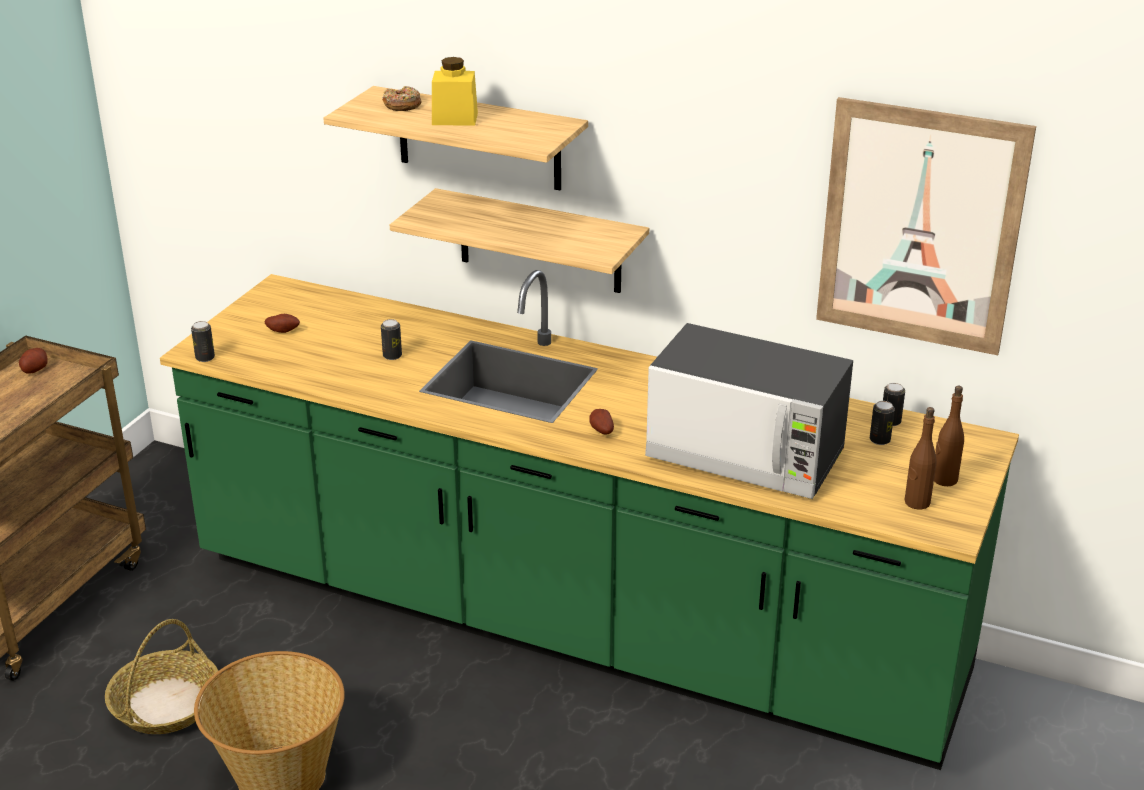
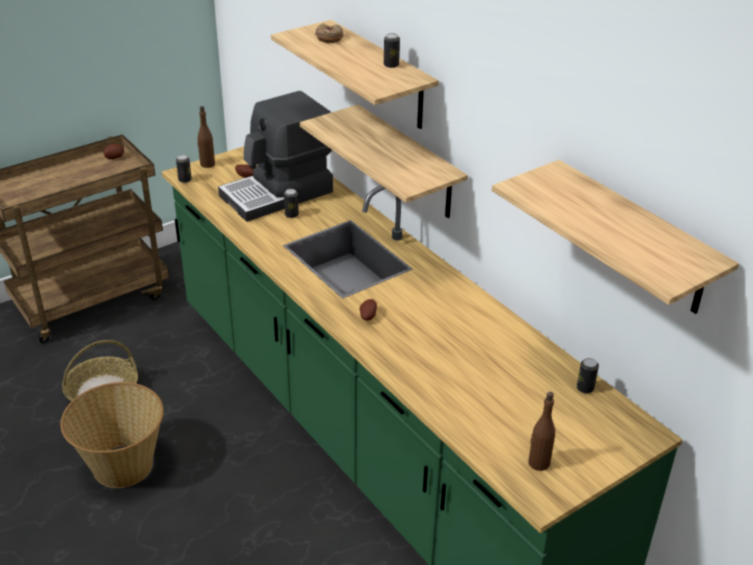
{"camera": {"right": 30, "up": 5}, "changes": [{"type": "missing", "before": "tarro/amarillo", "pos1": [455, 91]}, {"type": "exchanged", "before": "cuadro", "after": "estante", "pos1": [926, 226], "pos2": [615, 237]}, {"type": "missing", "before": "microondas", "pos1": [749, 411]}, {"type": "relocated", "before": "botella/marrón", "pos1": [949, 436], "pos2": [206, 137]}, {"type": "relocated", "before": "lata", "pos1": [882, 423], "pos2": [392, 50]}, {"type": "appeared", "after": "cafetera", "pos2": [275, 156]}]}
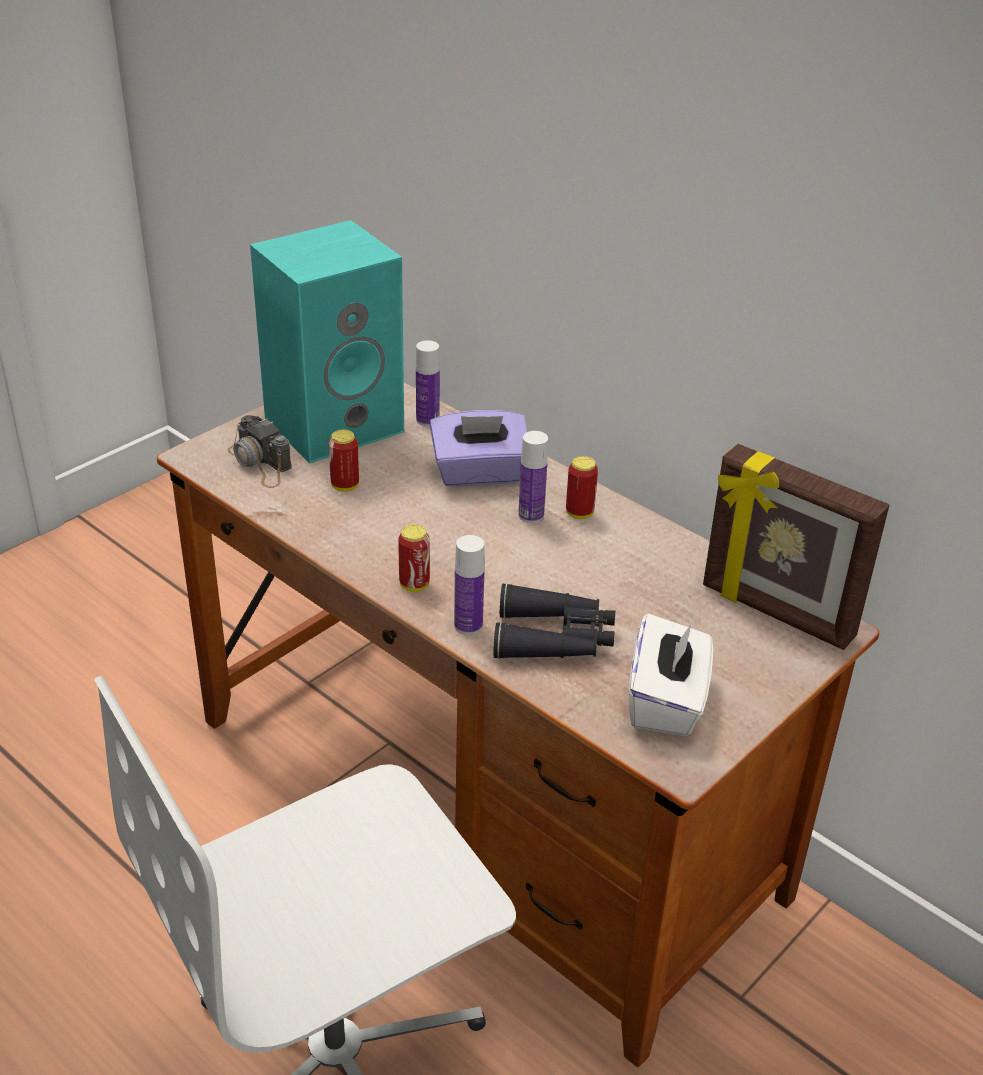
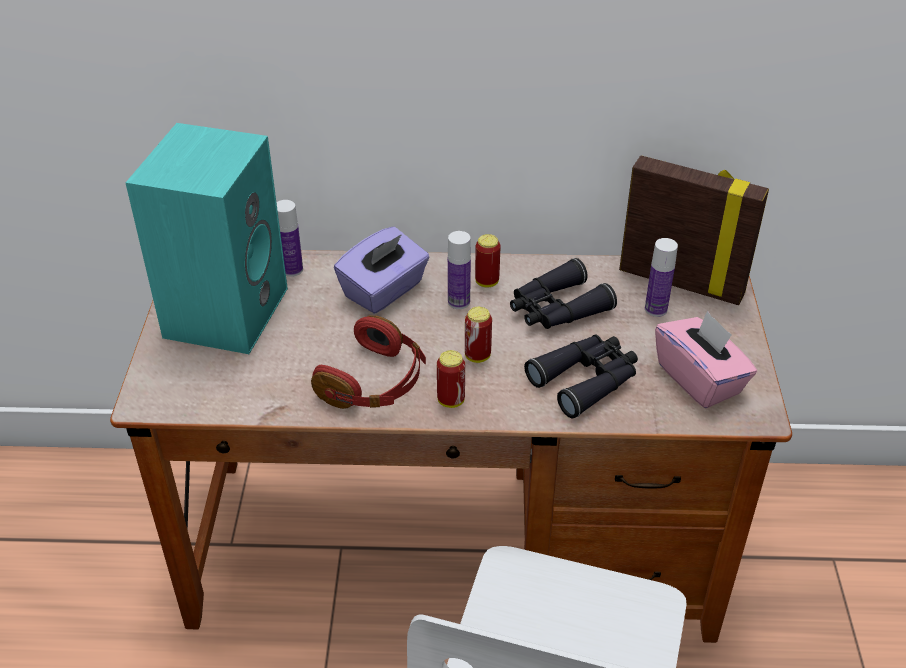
{"camera": {"right": -40, "up": 5}, "changes": [{"type": "missing", "before": "cámara", "pos1": [259, 451]}, {"type": "relocated", "before": "lata", "pos1": [344, 460], "pos2": [478, 335]}, {"type": "spun", "before": "portarretratos", "pos1": [796, 547], "pos2": [694, 230], "turn": -150}, {"type": "relocated", "before": "botella", "pos1": [469, 585], "pos2": [661, 277]}, {"type": "colour", "before": "caja de pañuelos/blanco", "after": "caja de pañuelos/rosa", "pos1": [671, 674], "pos2": [706, 359]}, {"type": "appeared", "after": "prismáticos/negro", "pos2": [563, 293]}, {"type": "appeared", "after": "auriculares/rojo", "pos2": [368, 362]}]}
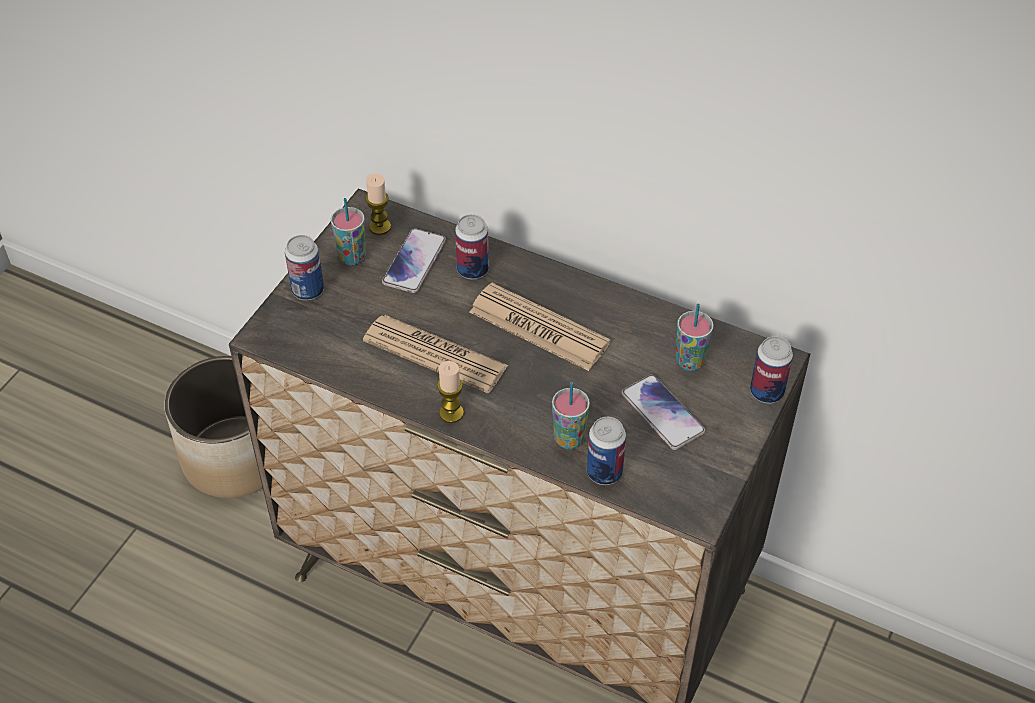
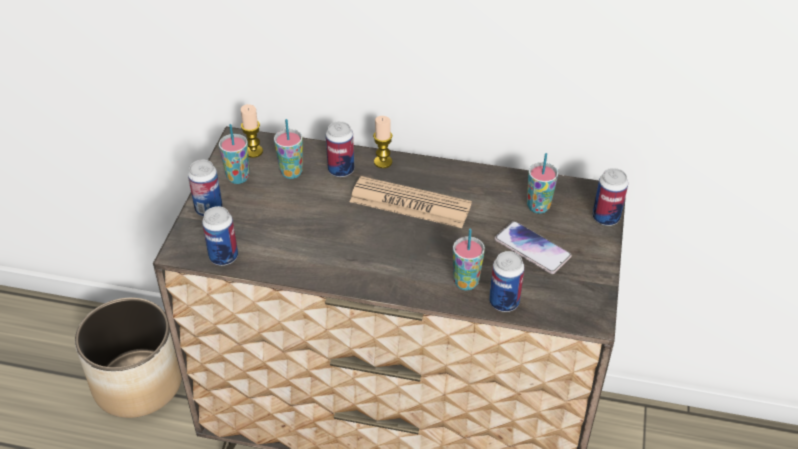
{"camera": {"right": -15, "up": -5}, "changes": [{"type": "exchanged", "before": "móvil", "after": "taza", "pos1": [414, 260], "pos2": [288, 149]}, {"type": "missing", "before": "periódico", "pos1": [435, 354]}, {"type": "relocated", "before": "vela", "pos1": [450, 392], "pos2": [383, 142]}, {"type": "appeared", "after": "lata", "pos2": [220, 236]}]}
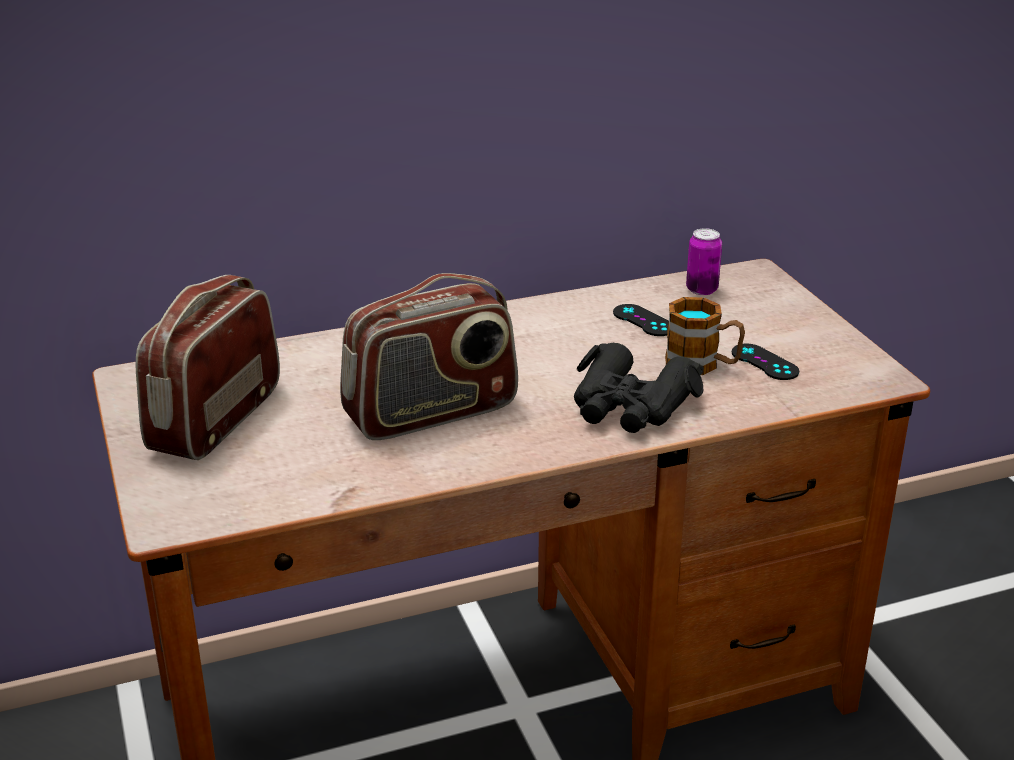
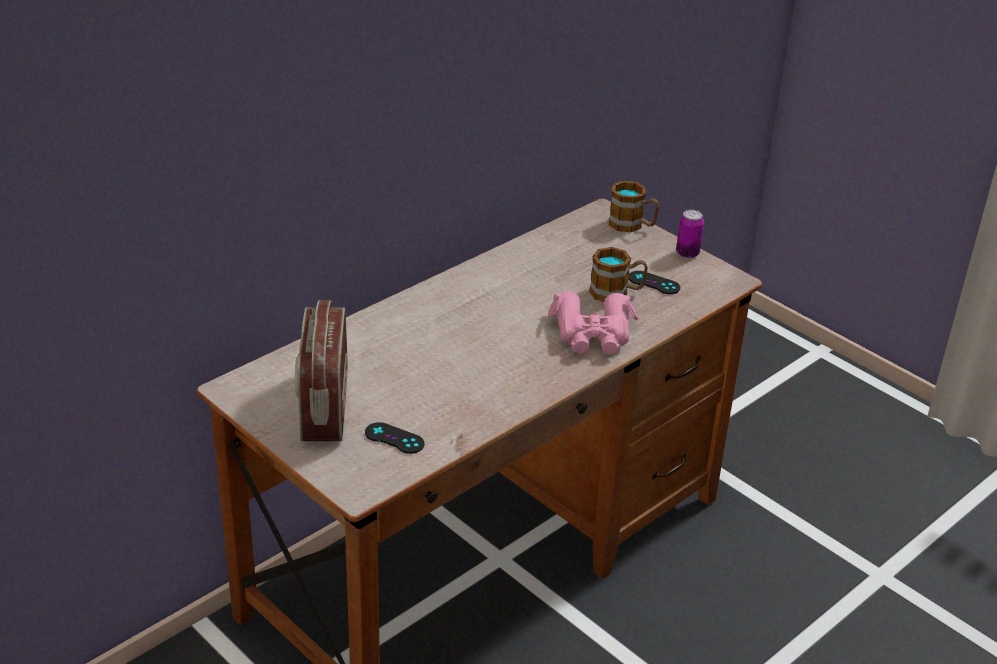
{"camera": {"right": -25, "up": 5}, "changes": [{"type": "relocated", "before": "lata", "pos1": [704, 261], "pos2": [690, 234]}, {"type": "missing", "before": "radio", "pos1": [429, 356]}, {"type": "relocated", "before": "mando de consola/negro", "pos1": [641, 320], "pos2": [395, 438]}, {"type": "colour", "before": "prismáticos/negro", "after": "prismáticos/rosa", "pos1": [639, 388], "pos2": [593, 322]}, {"type": "appeared", "after": "taza grande", "pos2": [634, 206]}]}
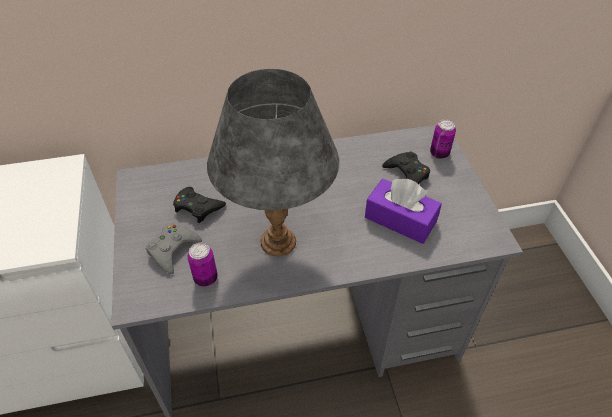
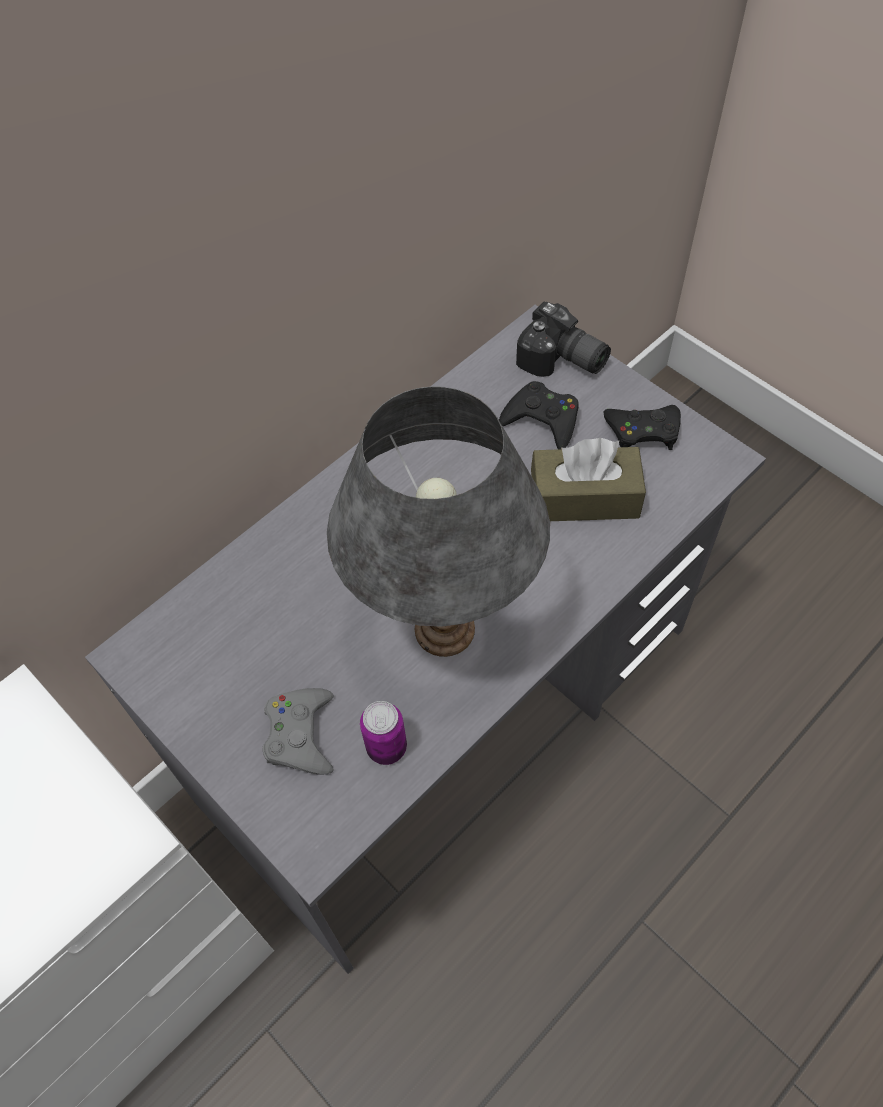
{"camera": {"right": -30, "up": 10}, "changes": [{"type": "exchanged", "before": "lata", "after": "cámara", "pos1": [443, 139], "pos2": [563, 339]}, {"type": "colour", "before": "caja de pañuelos/morado", "after": "caja de pañuelos/marrón", "pos1": [403, 211], "pos2": [588, 479]}, {"type": "relocated", "before": "mando de consola/negro", "pos1": [199, 205], "pos2": [642, 427]}]}
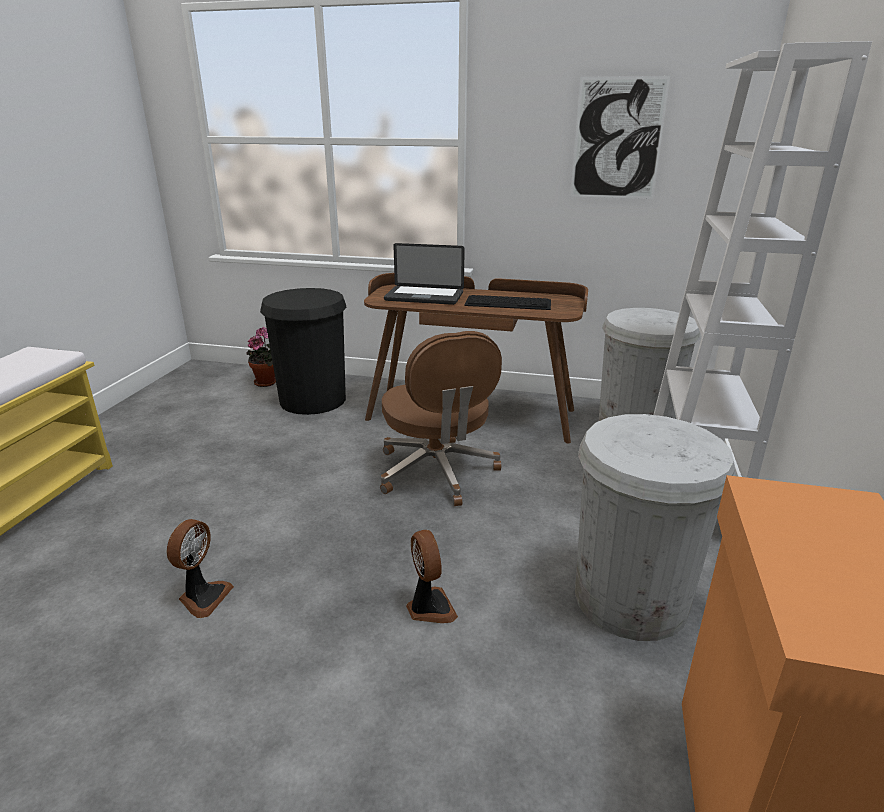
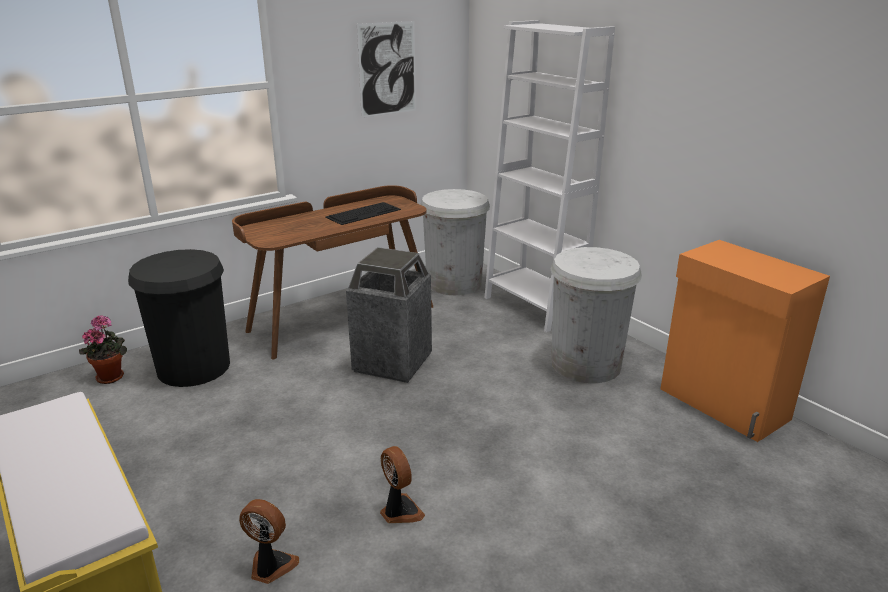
{"camera": {"right": -50, "up": 0}, "changes": [{"type": "missing", "before": "portátil", "pos1": [424, 274]}, {"type": "exchanged", "before": "silla de oficina/marrón", "after": "papelera", "pos1": [441, 418], "pos2": [389, 315]}, {"type": "relocated", "before": "ventilador", "pos1": [432, 576], "pos2": [269, 541]}]}
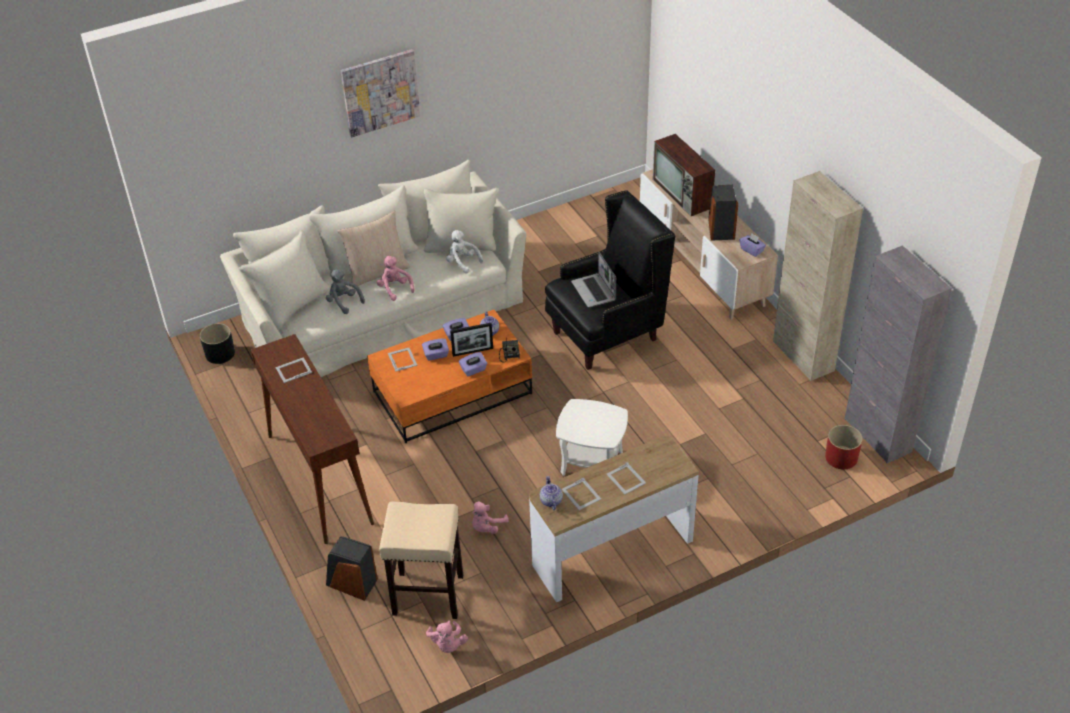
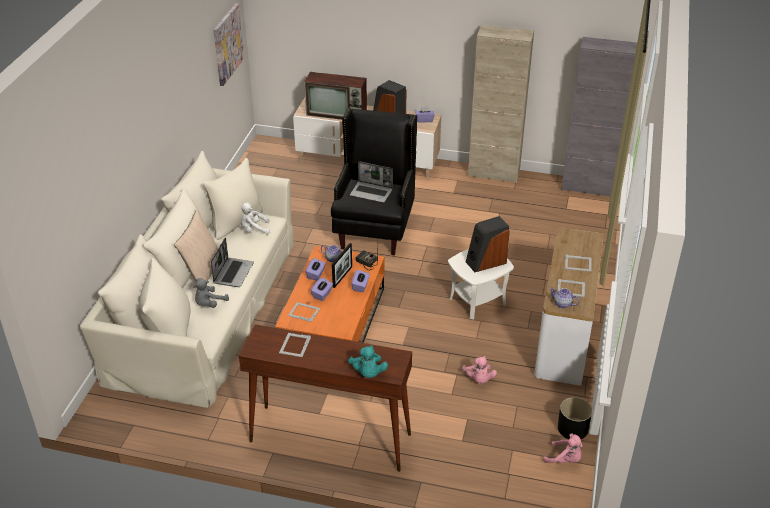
{"camera": {"right": -50, "up": -5}, "changes": [{"type": "relocated", "before": "cuadro", "pos1": [380, 93], "pos2": [229, 44]}, {"type": "exchanged", "before": "peluche/rosa", "after": "portátil", "pos1": [395, 278], "pos2": [232, 262]}, {"type": "spun", "before": "peluche/gris", "pos1": [345, 291], "pos2": [211, 293], "turn": -45}, {"type": "relocated", "before": "maceta/negro", "pos1": [217, 343], "pos2": [575, 418]}, {"type": "missing", "before": "maceta/rojo", "pos1": [844, 447]}, {"type": "missing", "before": "taburete/beis", "pos1": [421, 560]}, {"type": "relocated", "before": "altavoz", "pos1": [352, 568], "pos2": [488, 244]}, {"type": "appeared", "after": "peluche/turquesa", "pos2": [368, 361]}]}
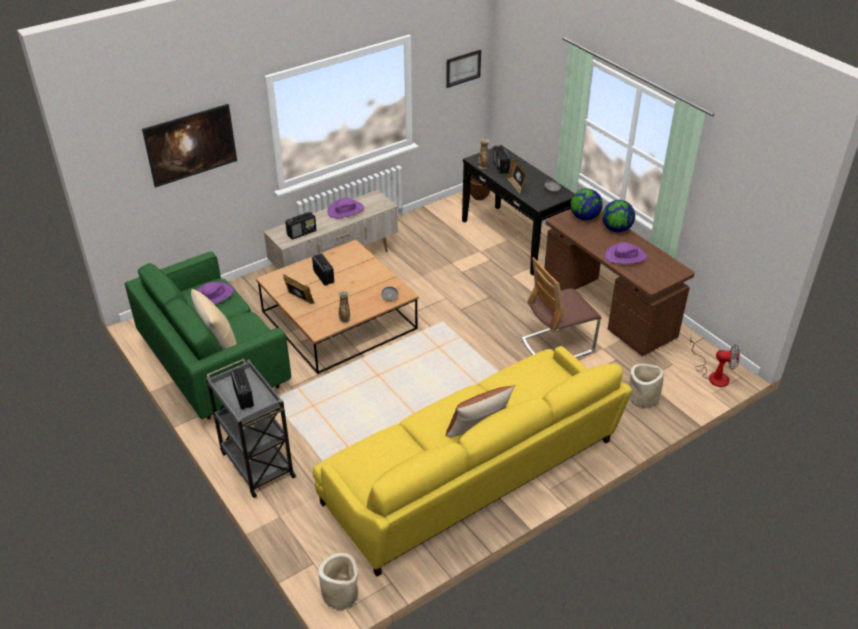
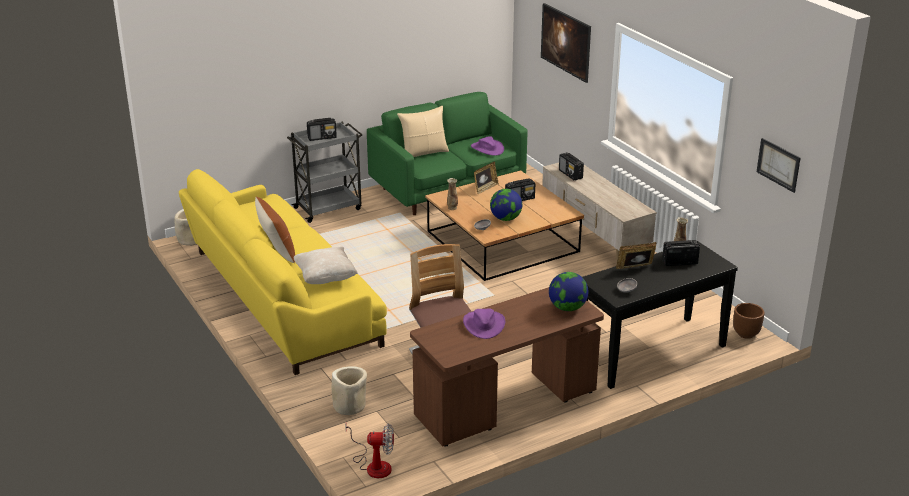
{"camera": {"right": 95, "up": -10}, "changes": [{"type": "missing", "before": "sombrero/morado", "pos1": [345, 207]}, {"type": "relocated", "before": "globo terráqueo", "pos1": [618, 216], "pos2": [506, 205]}, {"type": "spun", "before": "ventilador", "pos1": [715, 363], "pos2": [369, 451], "turn": -105}, {"type": "appeared", "after": "cojín/beis", "pos2": [325, 265]}]}
